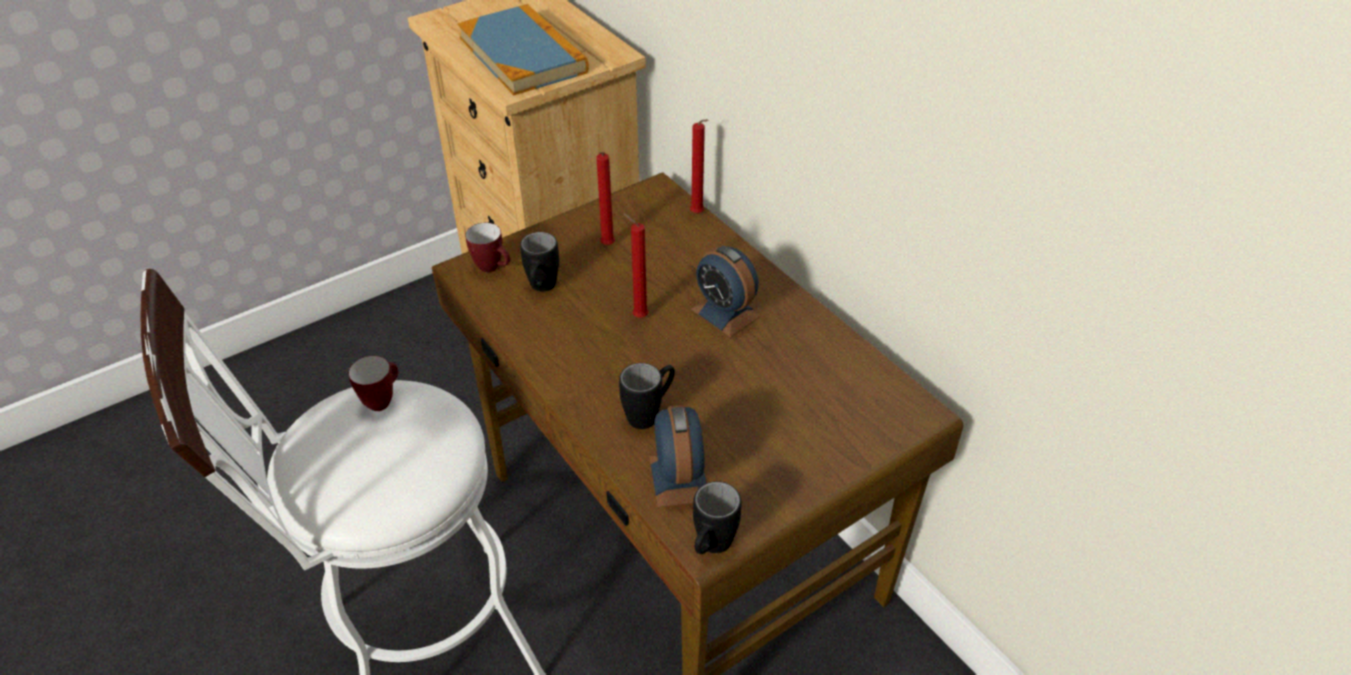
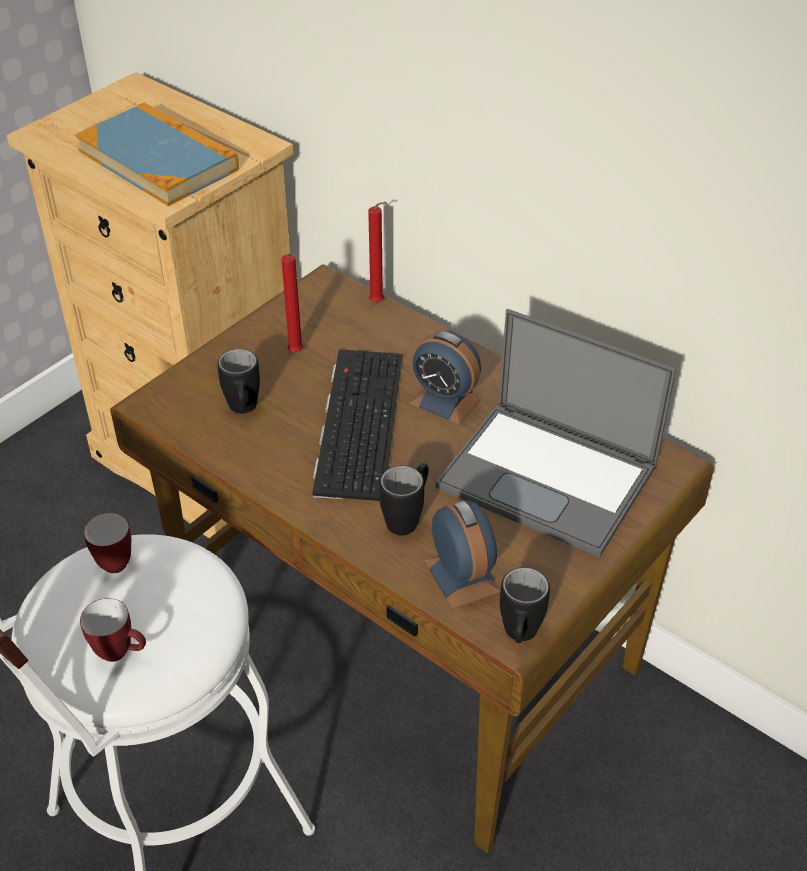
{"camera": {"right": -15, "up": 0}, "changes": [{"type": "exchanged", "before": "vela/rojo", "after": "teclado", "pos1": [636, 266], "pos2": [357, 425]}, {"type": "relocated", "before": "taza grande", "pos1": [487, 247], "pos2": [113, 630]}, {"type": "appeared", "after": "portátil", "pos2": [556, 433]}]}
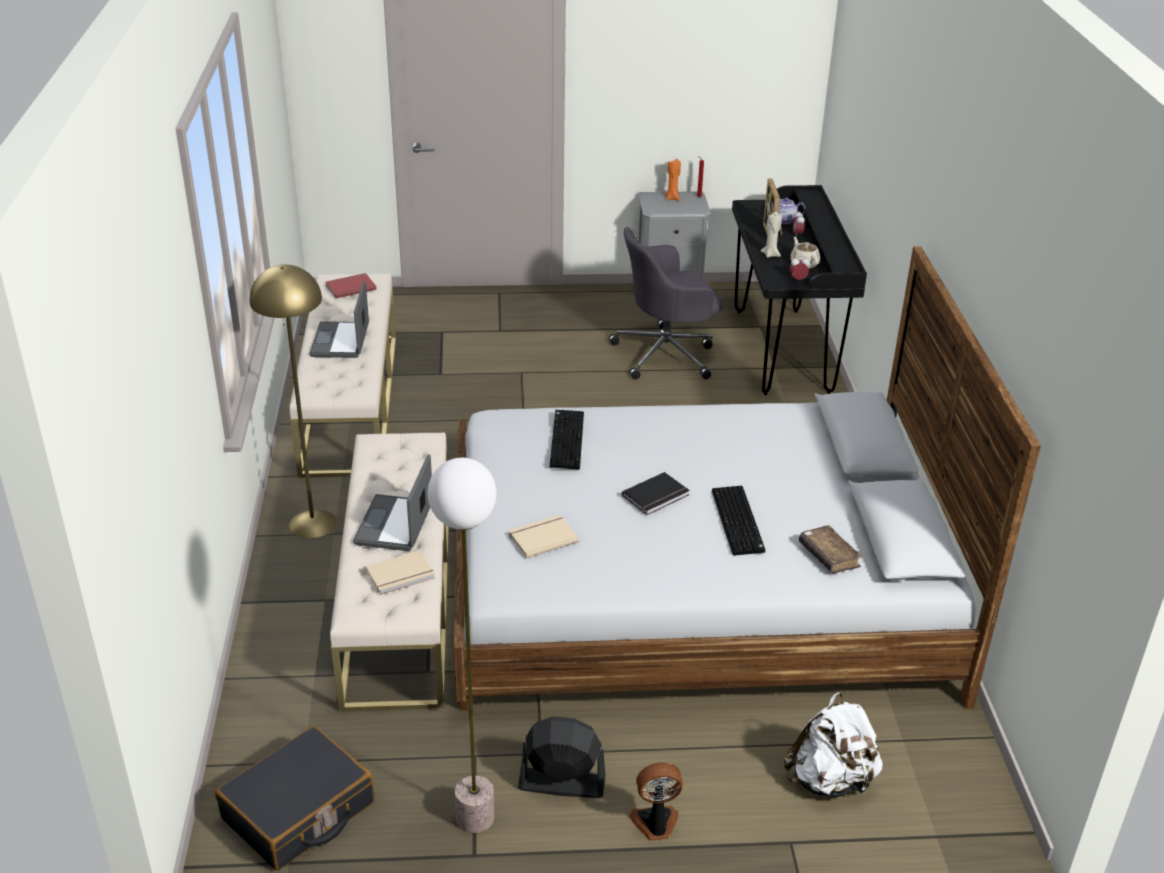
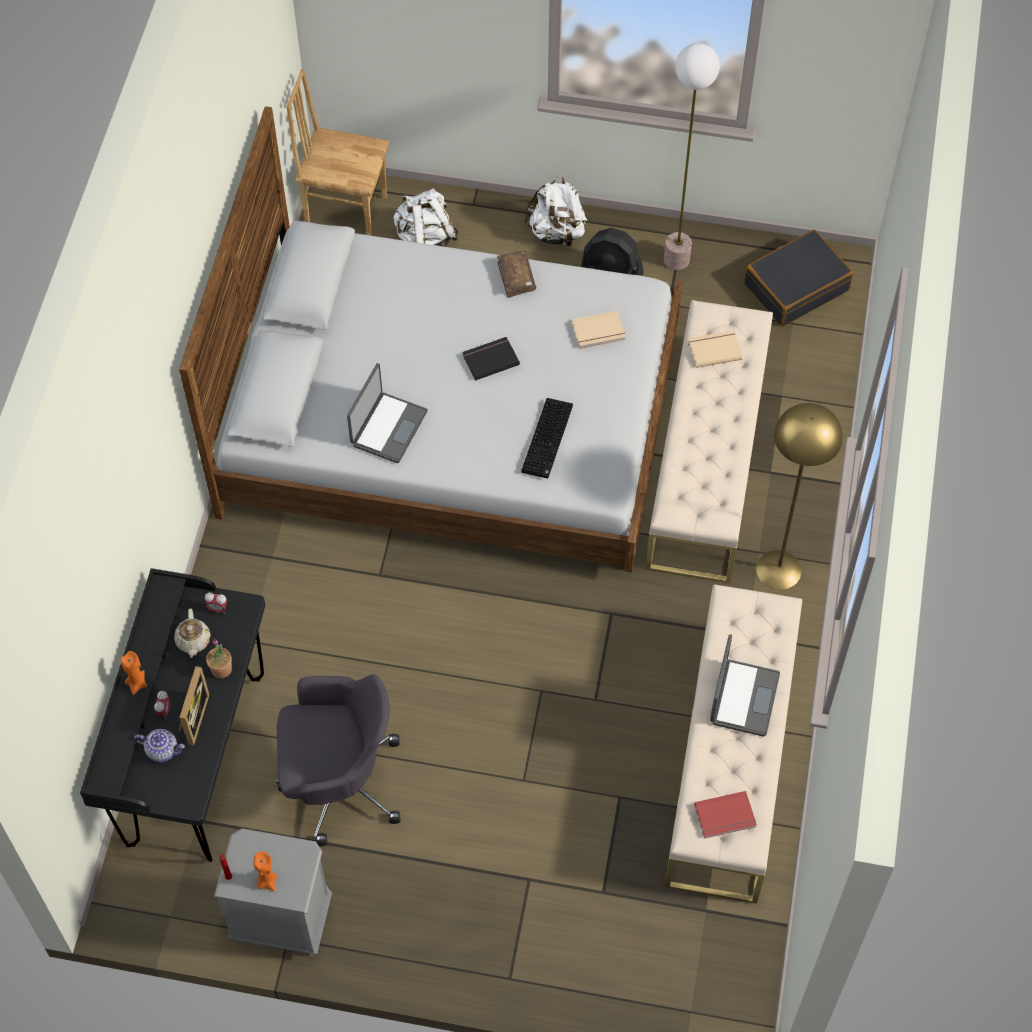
{"camera": {"right": -165, "up": 25}, "changes": [{"type": "exchanged", "before": "vela/beis", "after": "planta en maceta", "pos1": [771, 235], "pos2": [219, 658]}, {"type": "relocated", "before": "portátil", "pos1": [392, 503], "pos2": [387, 413]}, {"type": "missing", "before": "teclado", "pos1": [738, 521]}, {"type": "relocated", "before": "libro/marrón", "pos1": [831, 549], "pos2": [516, 274]}, {"type": "exchanged", "before": "ventilador", "after": "mochila/blanco", "pos1": [656, 801], "pos2": [555, 211]}, {"type": "appeared", "after": "silla/marrón", "pos2": [338, 152]}, {"type": "appeared", "after": "vela/naranja", "pos2": [134, 673]}]}
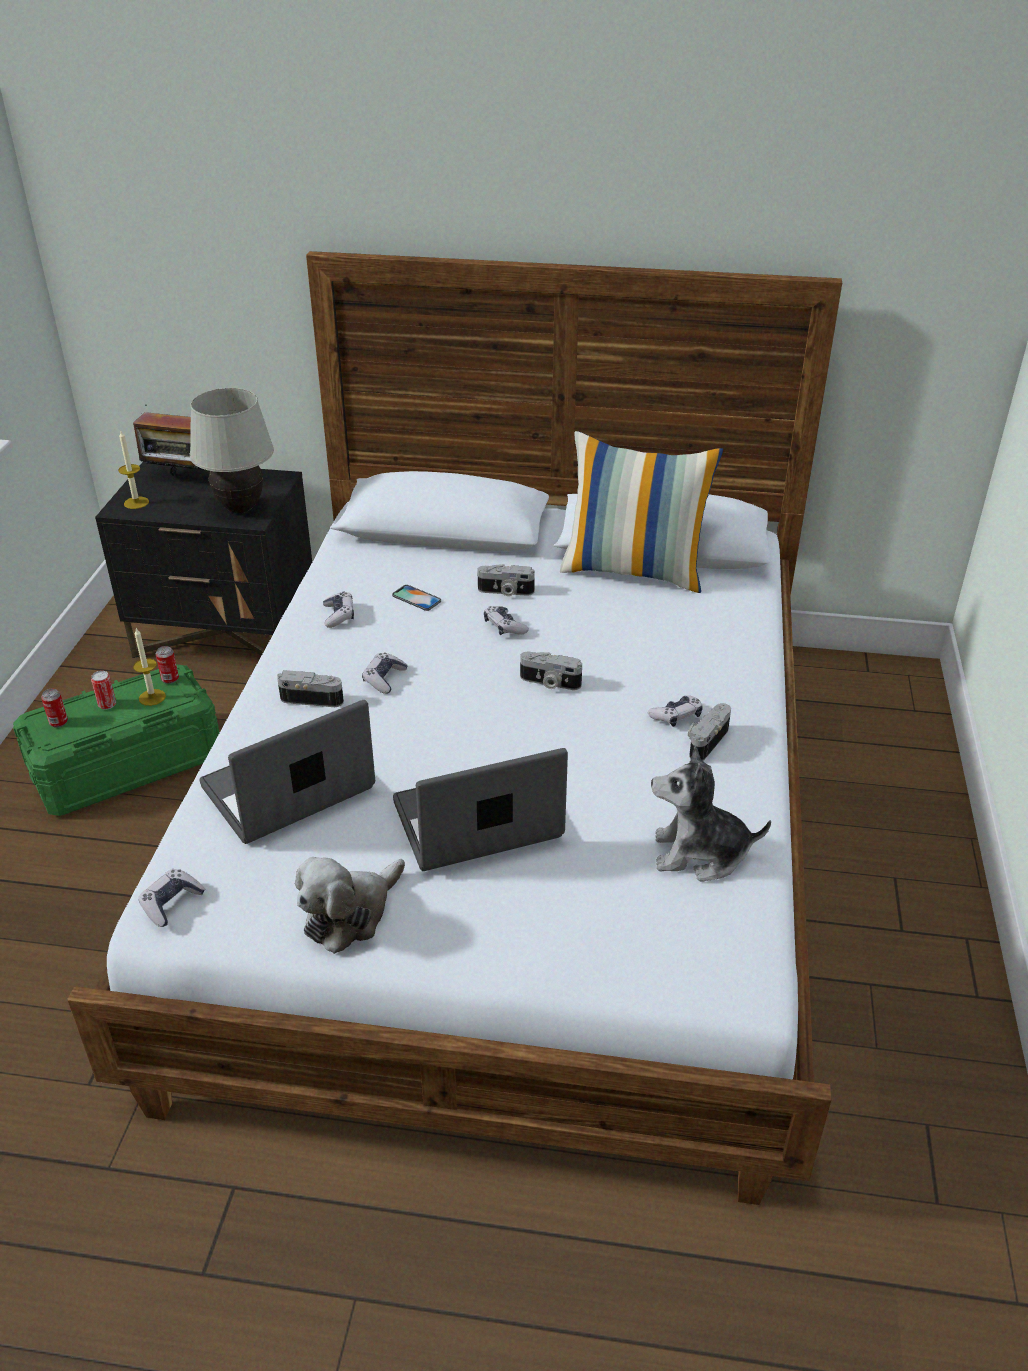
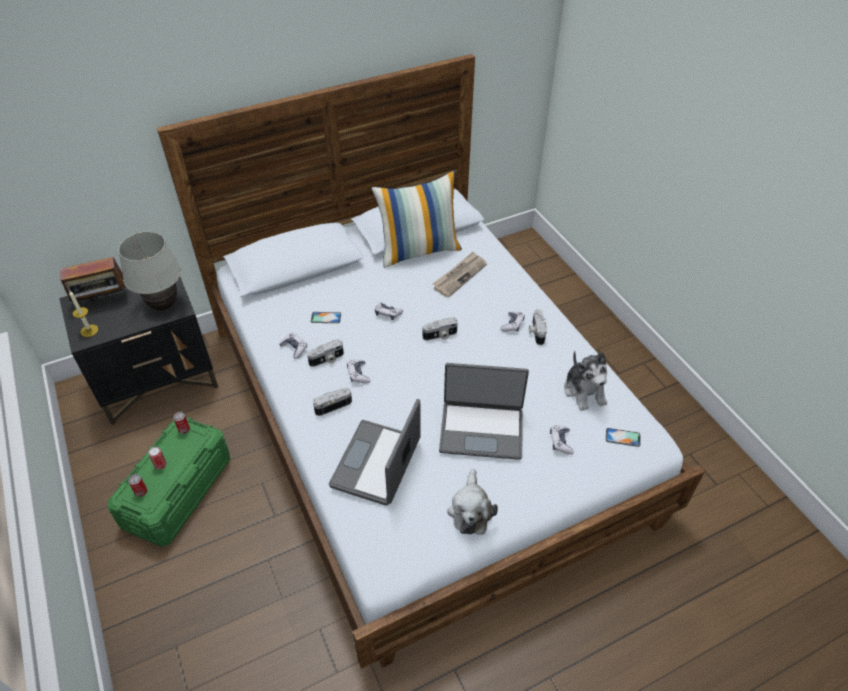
{"camera": {"right": -35, "up": 10}, "changes": [{"type": "relocated", "before": "cámara", "pos1": [506, 580], "pos2": [325, 353]}, {"type": "missing", "before": "vela", "pos1": [149, 667]}, {"type": "spun", "before": "peluche", "pos1": [711, 813], "pos2": [585, 381], "turn": -75}, {"type": "spun", "before": "portátil", "pos1": [480, 809], "pos2": [484, 411], "turn": -120}, {"type": "relocated", "before": "mando de consola", "pos1": [171, 898], "pos2": [562, 440]}, {"type": "appeared", "after": "periódico", "pos2": [460, 275]}, {"type": "appeared", "after": "móvil", "pos2": [623, 437]}]}
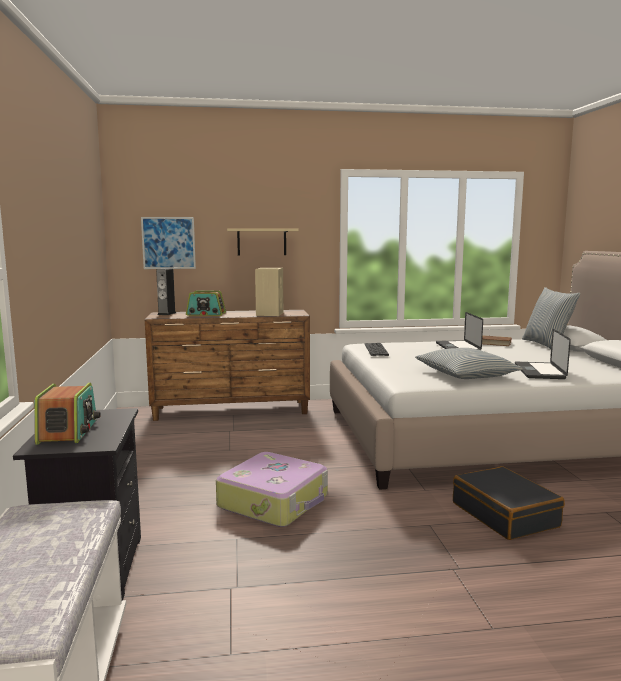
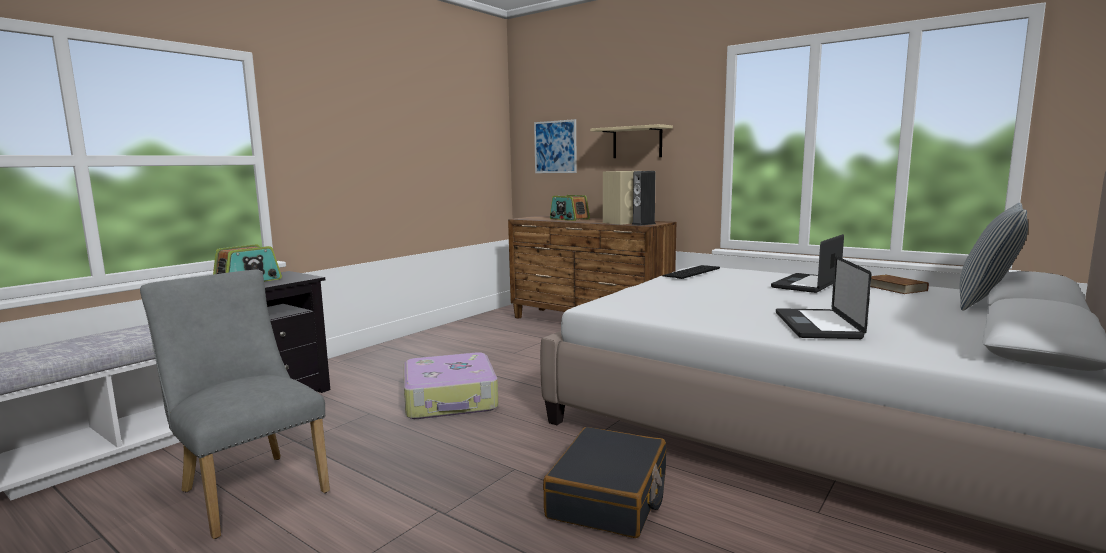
{"camera": {"right": 45, "up": 0}, "changes": [{"type": "relocated", "before": "altavoz", "pos1": [166, 291], "pos2": [643, 198]}, {"type": "spun", "before": "portátil", "pos1": [543, 354], "pos2": [823, 297], "turn": -45}, {"type": "missing", "before": "cojín", "pos1": [469, 363]}, {"type": "appeared", "after": "silla/gris", "pos2": [235, 404]}]}
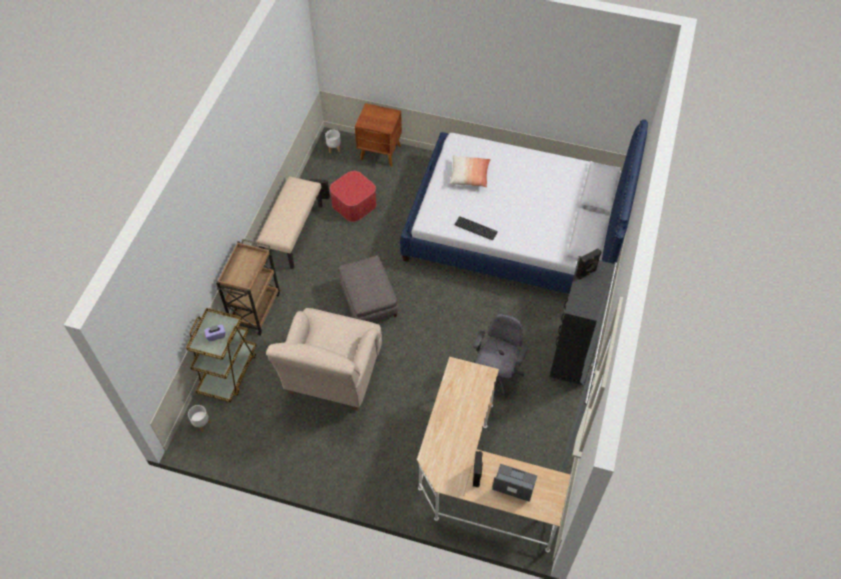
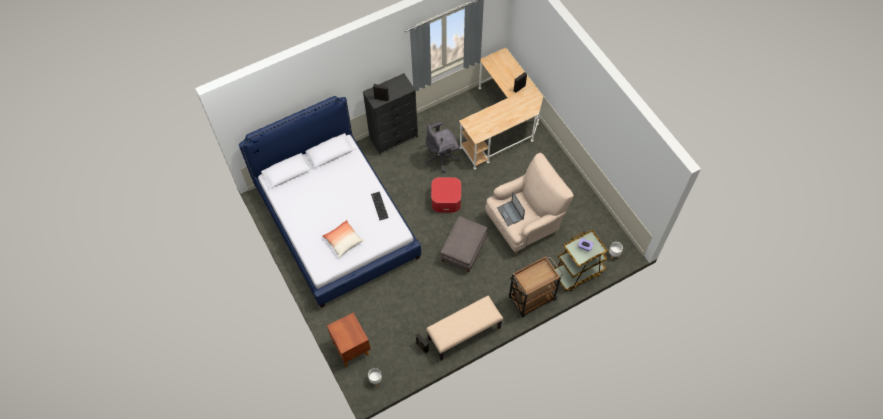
{"camera": {"right": -135, "up": 5}, "changes": [{"type": "relocated", "before": "puf", "pos1": [353, 196], "pos2": [446, 194]}, {"type": "relocated", "before": "portátil", "pos1": [514, 483], "pos2": [511, 209]}]}
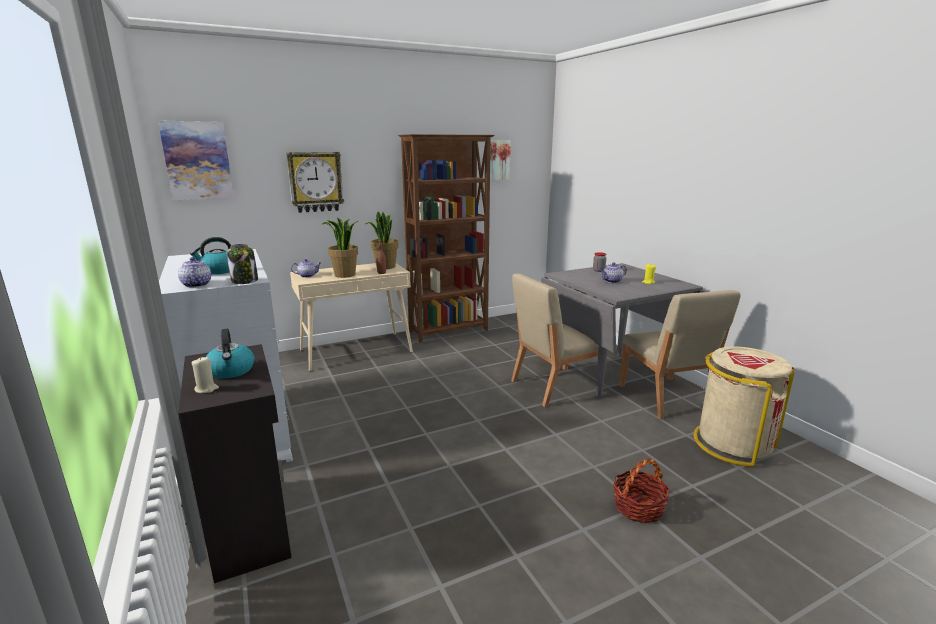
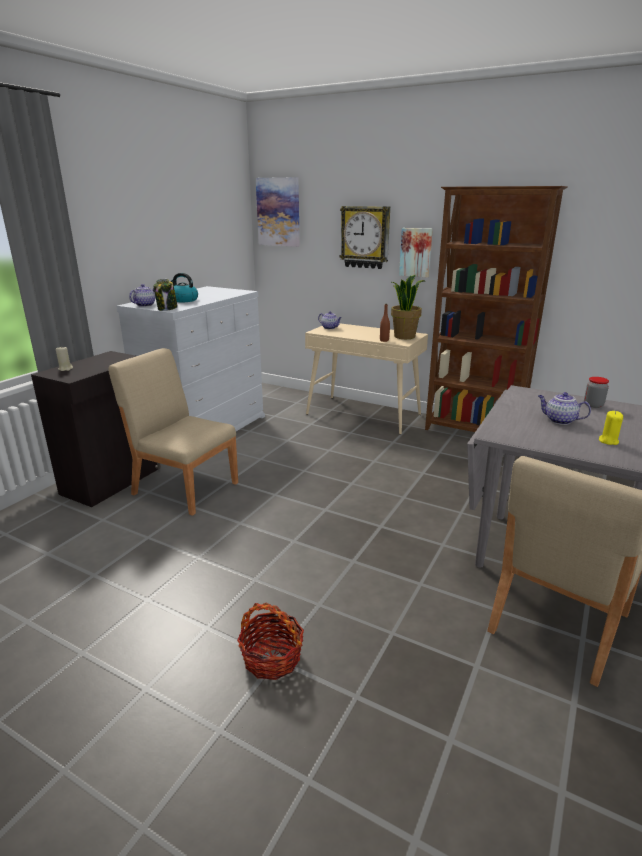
{"camera": {"right": 55, "up": 5}, "changes": [{"type": "relocated", "before": "cuadro", "pos1": [500, 160], "pos2": [416, 252]}, {"type": "missing", "before": "planta en maceta", "pos1": [340, 247]}, {"type": "relocated", "before": "silla/beis", "pos1": [555, 340], "pos2": [173, 432]}, {"type": "missing", "before": "hervidor", "pos1": [230, 354]}, {"type": "missing", "before": "papelera/beis", "pos1": [743, 406]}]}
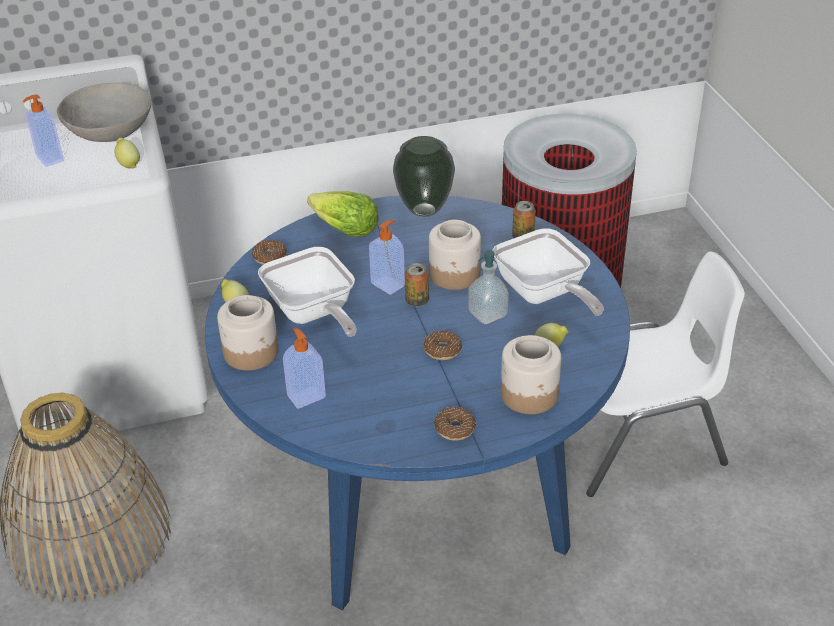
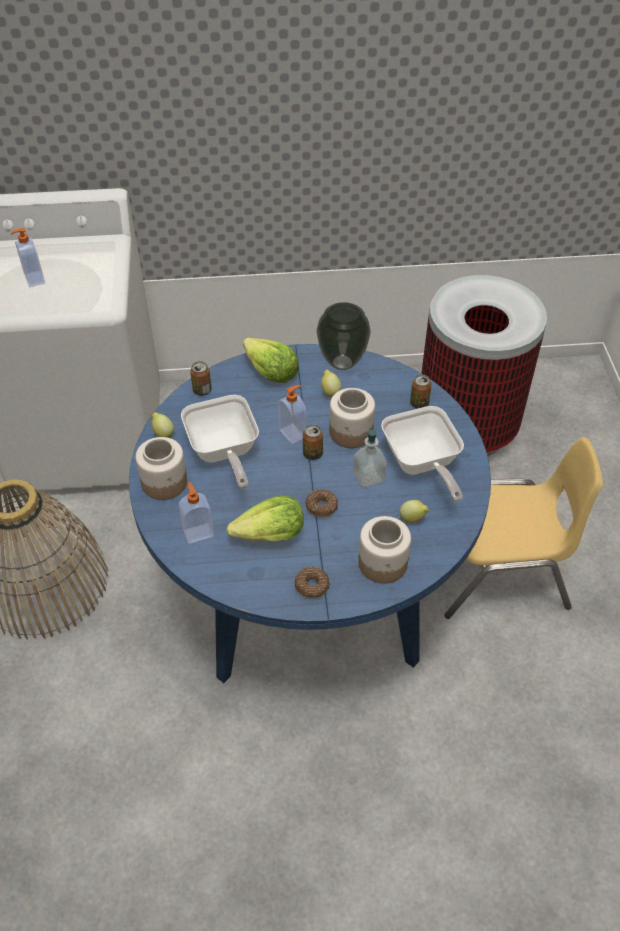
{"camera": {"right": 10, "up": 10}, "changes": [{"type": "missing", "before": "cuenco/gris", "pos1": [104, 112]}, {"type": "relocated", "before": "limón", "pos1": [127, 152], "pos2": [331, 383]}, {"type": "exchanged", "before": "rosquilla", "after": "lata", "pos1": [269, 252], "pos2": [201, 378]}, {"type": "colour", "before": "silla/blanco", "after": "silla/amarillo", "pos1": [665, 374], "pos2": [523, 528]}, {"type": "appeared", "after": "lechuga", "pos2": [265, 518]}]}
